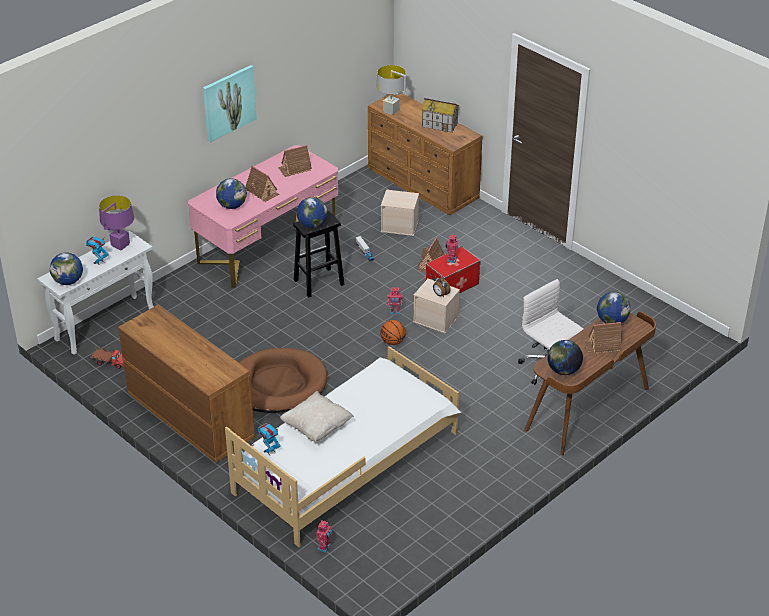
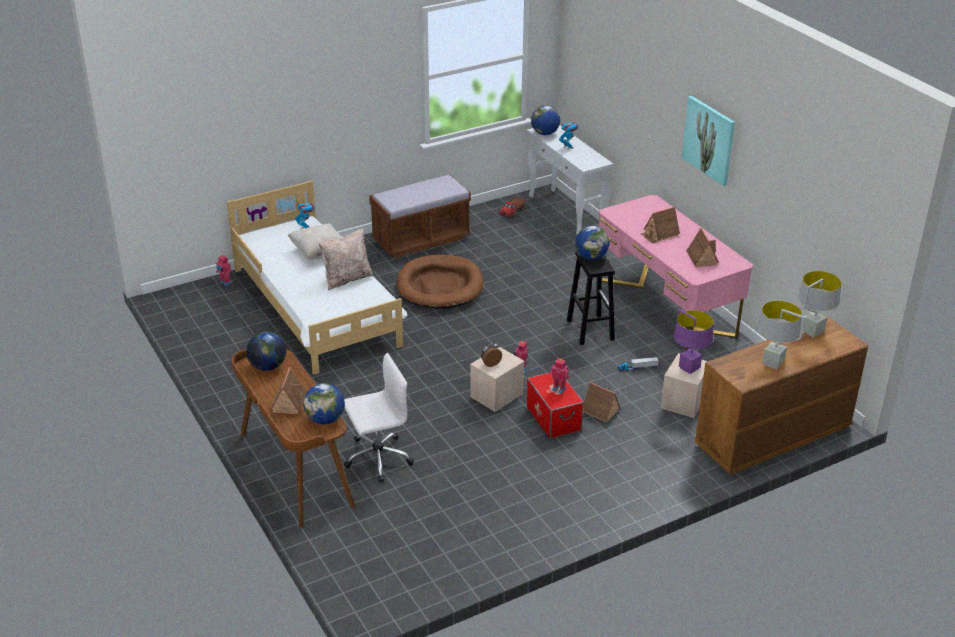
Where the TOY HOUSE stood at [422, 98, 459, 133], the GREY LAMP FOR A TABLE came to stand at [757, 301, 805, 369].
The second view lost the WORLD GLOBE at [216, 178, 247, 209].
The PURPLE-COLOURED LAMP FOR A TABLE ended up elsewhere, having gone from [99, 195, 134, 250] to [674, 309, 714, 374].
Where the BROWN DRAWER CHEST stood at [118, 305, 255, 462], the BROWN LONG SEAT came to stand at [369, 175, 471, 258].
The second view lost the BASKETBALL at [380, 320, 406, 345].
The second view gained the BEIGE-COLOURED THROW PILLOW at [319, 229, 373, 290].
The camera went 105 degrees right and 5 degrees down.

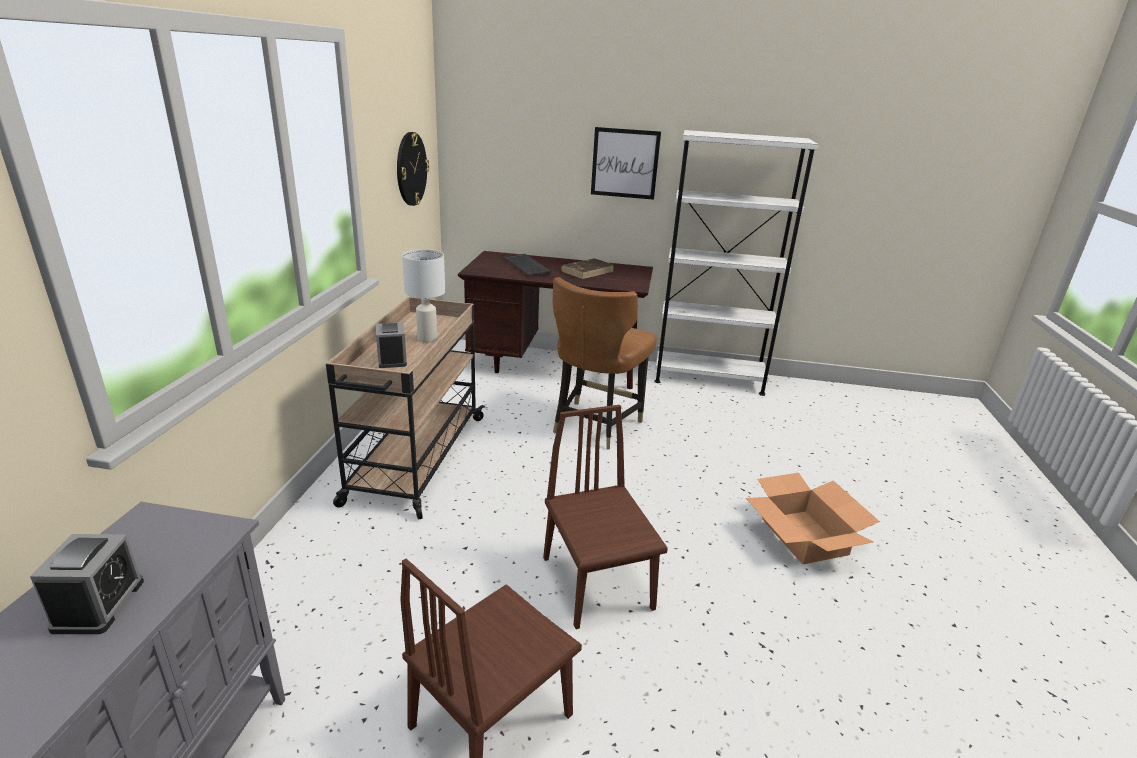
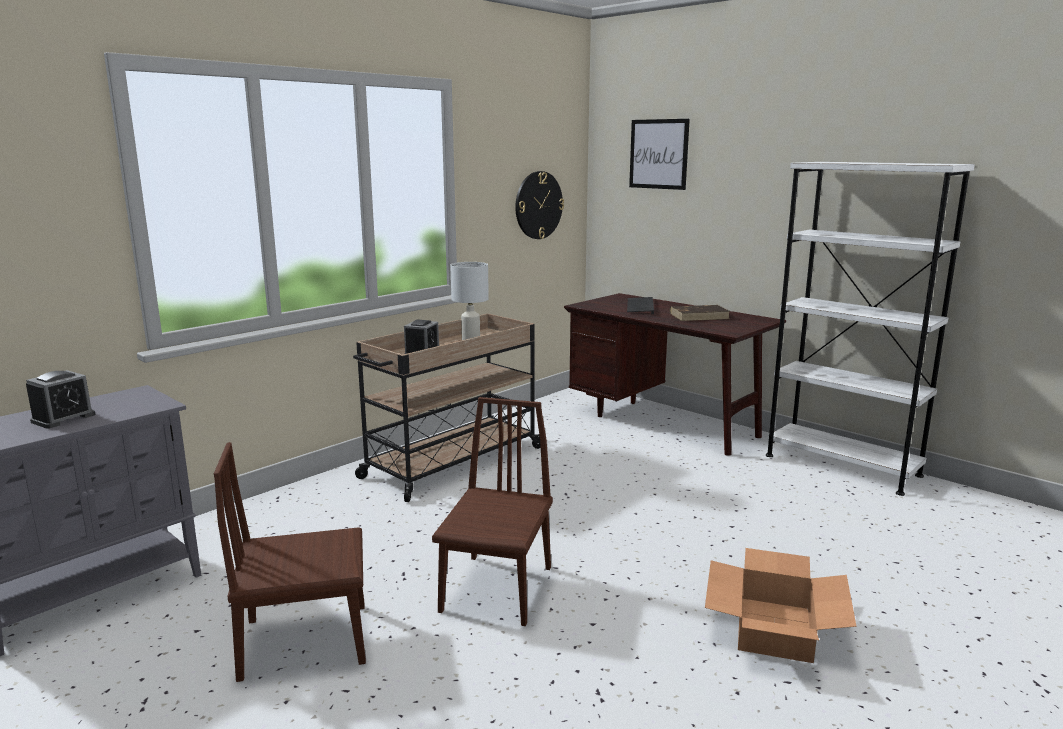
The WALL ART ended up elsewhere, having gone from [591, 127, 661, 200] to [629, 119, 690, 190].
The second view lost the BROWN UPRIGHT CHAIR at [552, 277, 657, 450].
The camera went 35 degrees right and 10 degrees down.

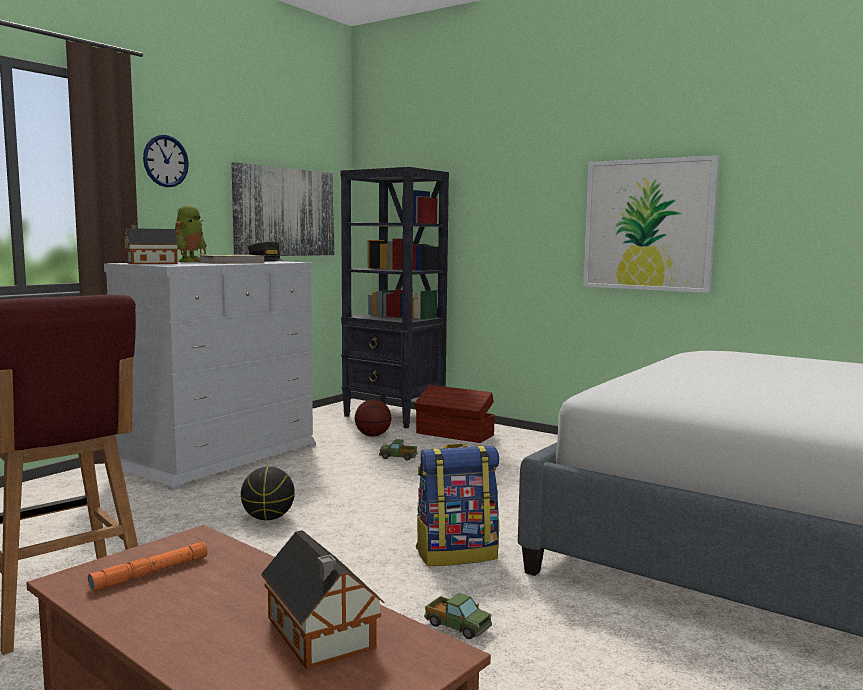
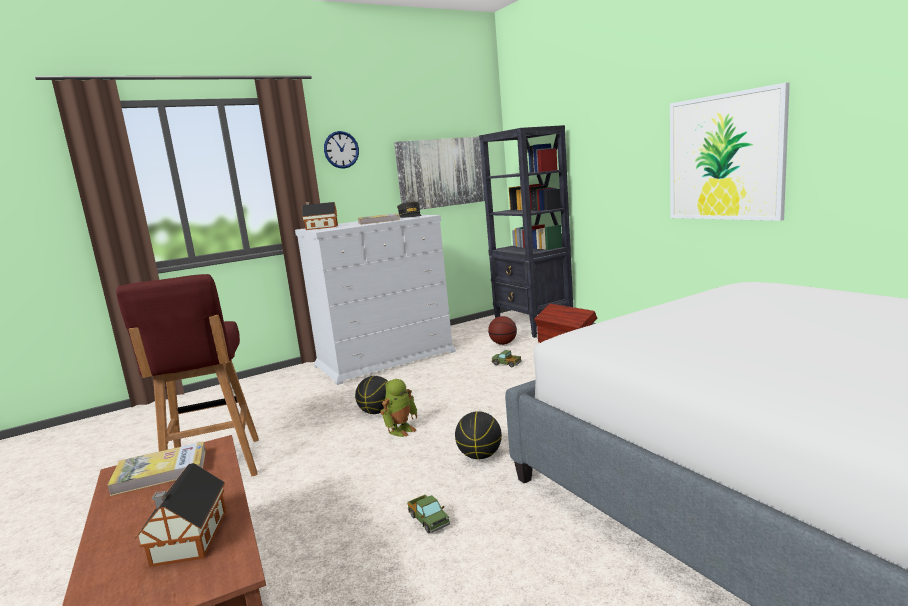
The TOY ROBOT ended up elsewhere, having gone from [175, 205, 207, 262] to [381, 379, 418, 437].
Where the RUCKSACK stood at [416, 444, 499, 566], the BASKETBALL came to stand at [455, 411, 502, 459].
Where the ORANGEY HAND TORCH stood at [88, 542, 207, 592], the BOUND BOOK came to stand at [107, 442, 206, 496].
The camera went 25 degrees right and 5 degrees up.

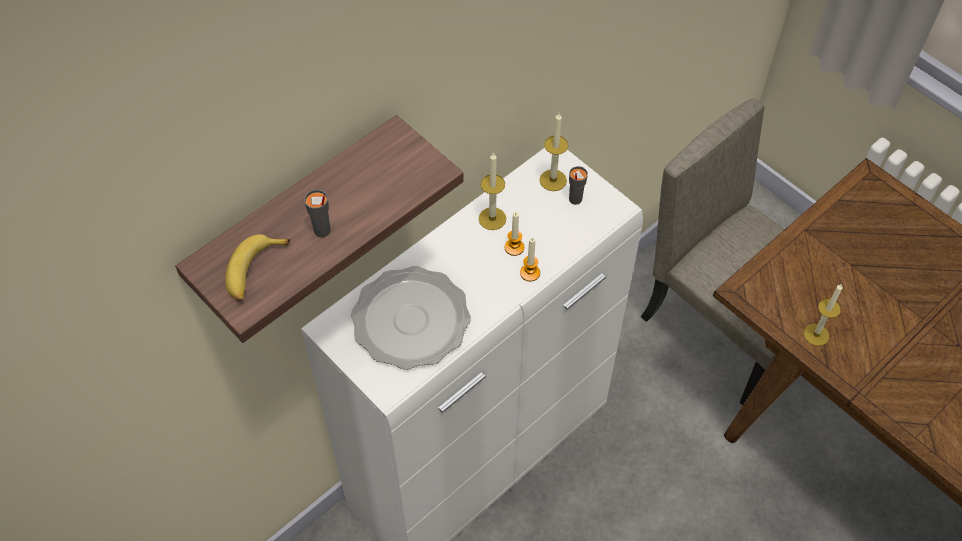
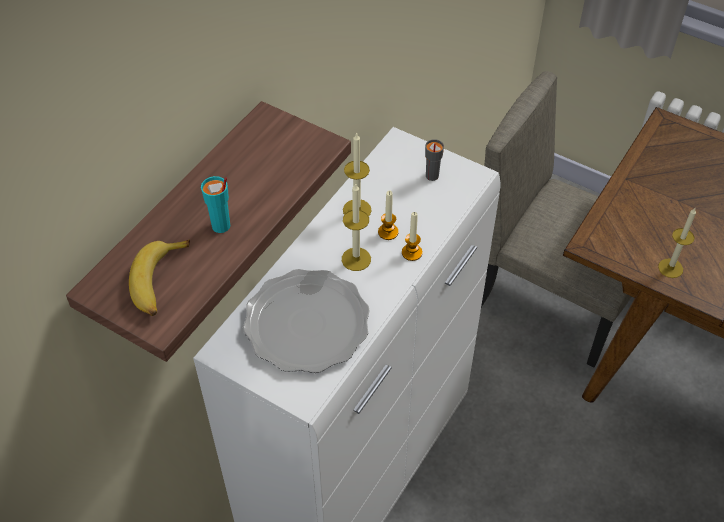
The CANDLE ended up elsewhere, having gone from [540, 113, 568, 191] to [342, 184, 371, 271].
What was the GREY CUP at [304, 189, 331, 237] turned into the TURQUOISE CUP at [201, 176, 230, 233].
The camera went 15 degrees left and 5 degrees down.

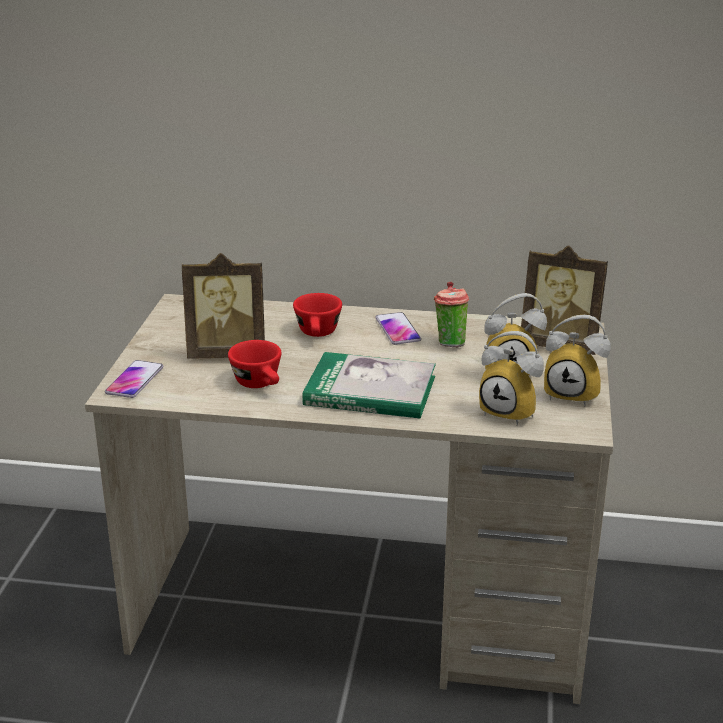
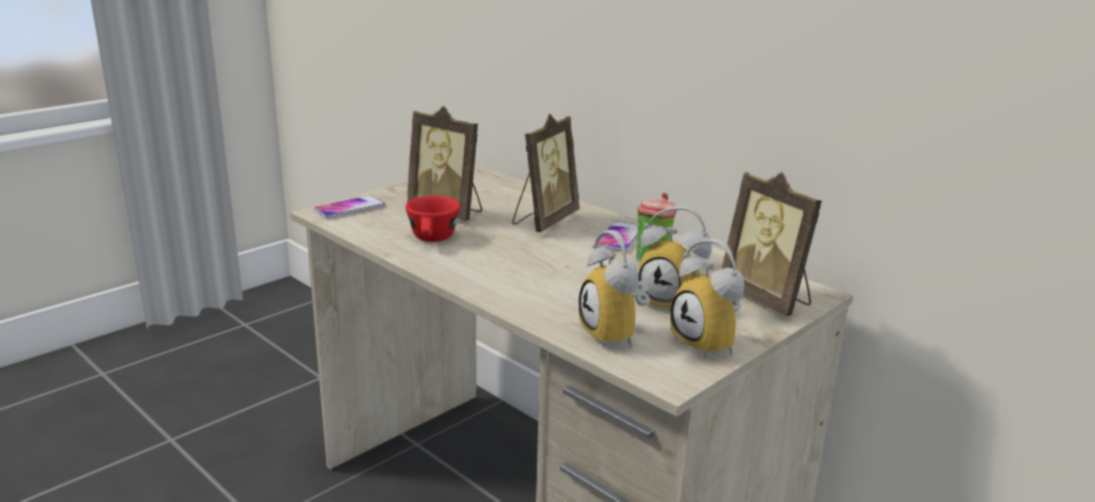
Where the RED-COLOURED CUP stood at [293, 293, 342, 337], the STANDING FRAME came to stand at [512, 113, 579, 232].
The second view lost the BOUND BOOK at [302, 352, 436, 419].
The camera went 35 degrees right and 5 degrees down.

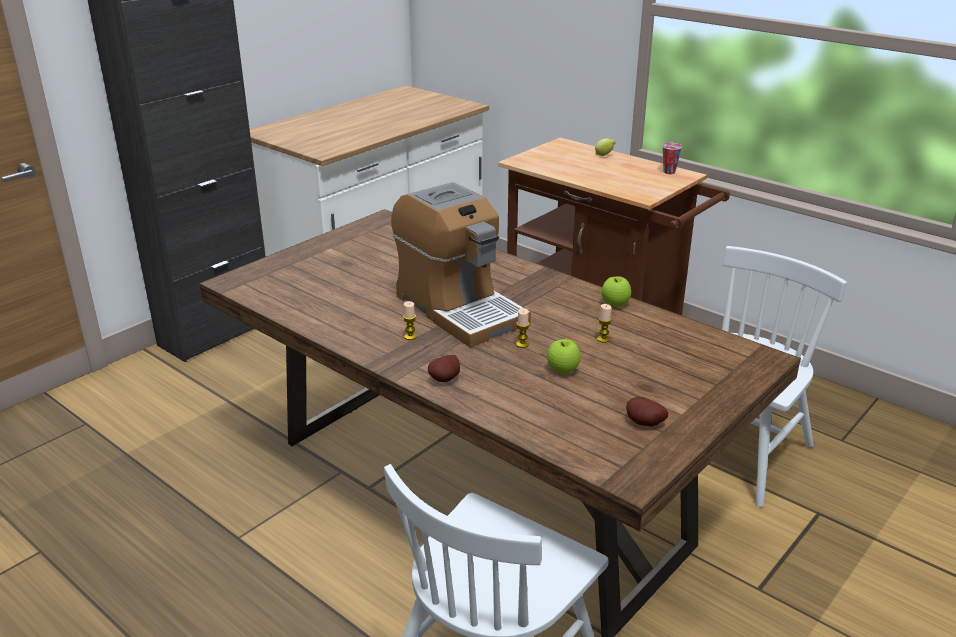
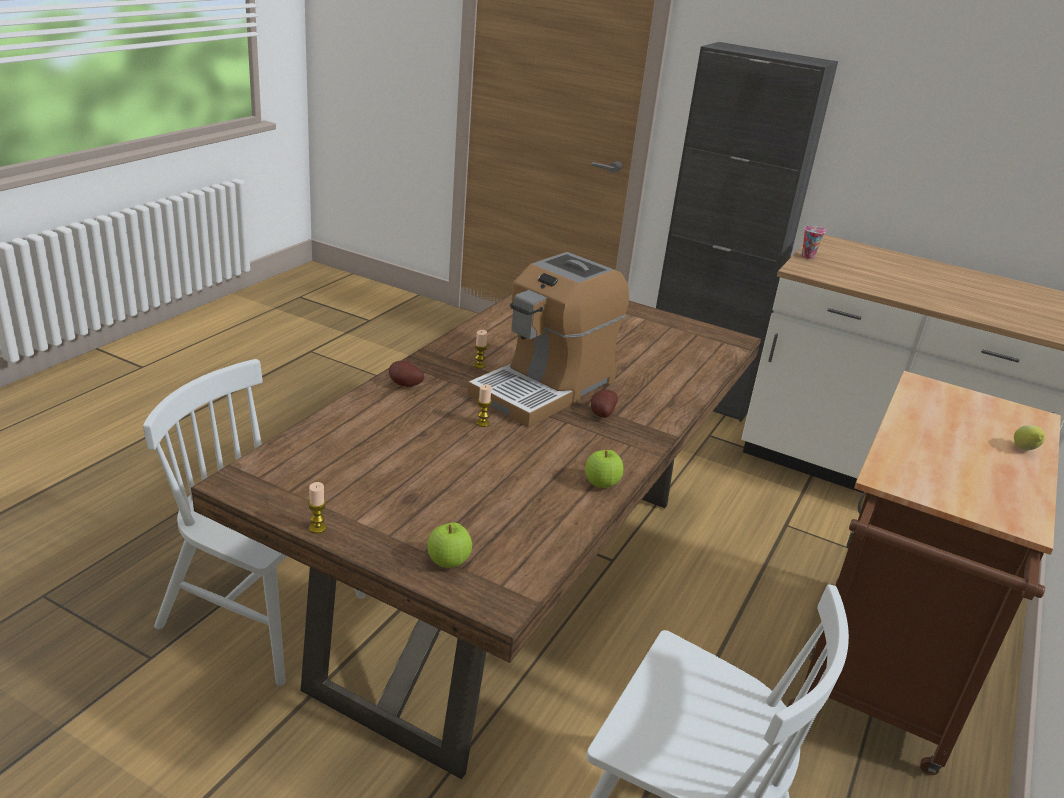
The CUP ended up elsewhere, having gone from [662, 142, 682, 174] to [802, 226, 826, 259].
The CANDLE ended up elsewhere, having gone from [597, 304, 612, 343] to [308, 482, 327, 534].
The APPLE ended up elsewhere, having gone from [547, 339, 581, 374] to [427, 523, 472, 568].
The SPUD ended up elsewhere, having gone from [626, 397, 668, 426] to [591, 390, 618, 418].
The camera went 75 degrees right and 0 degrees up.

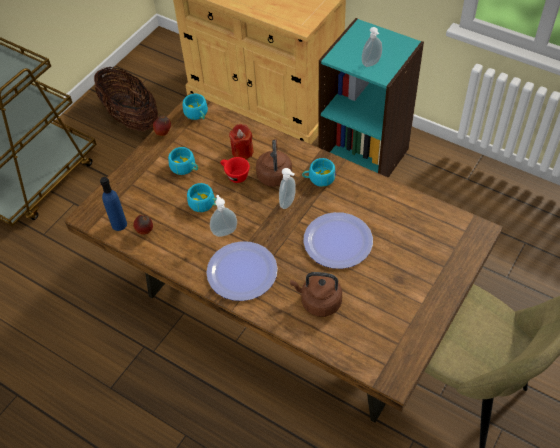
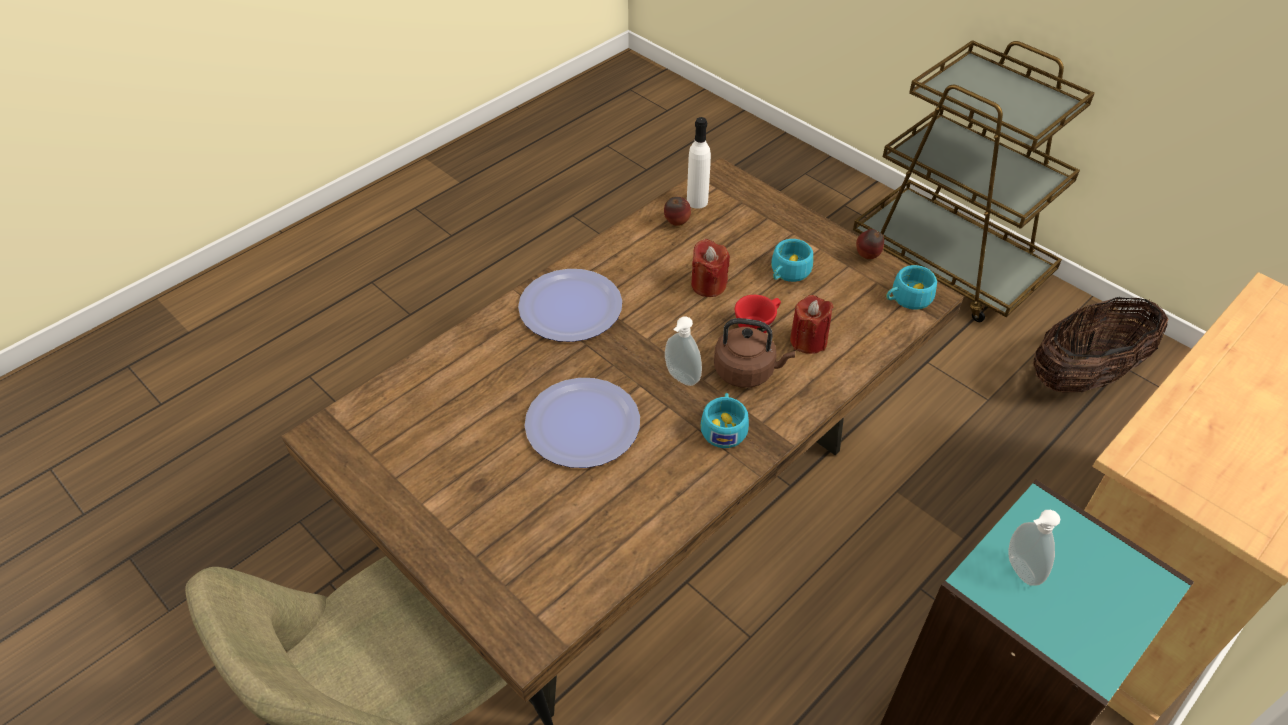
What was the BLUISH BOTTLE at [100, 177, 127, 231] turned into the WHITE BOTTLE at [687, 117, 711, 209].
Where the TURQUOISE CUP stood at [187, 183, 216, 212], the RED-COLOURED CANDLE came to stand at [691, 239, 730, 297].
The second view lost the SOAP BOTTLE at [210, 195, 237, 237].
The second view lost the BROWN TEA KETTLE at [290, 272, 342, 317].
The camera went 100 degrees right and 5 degrees down.

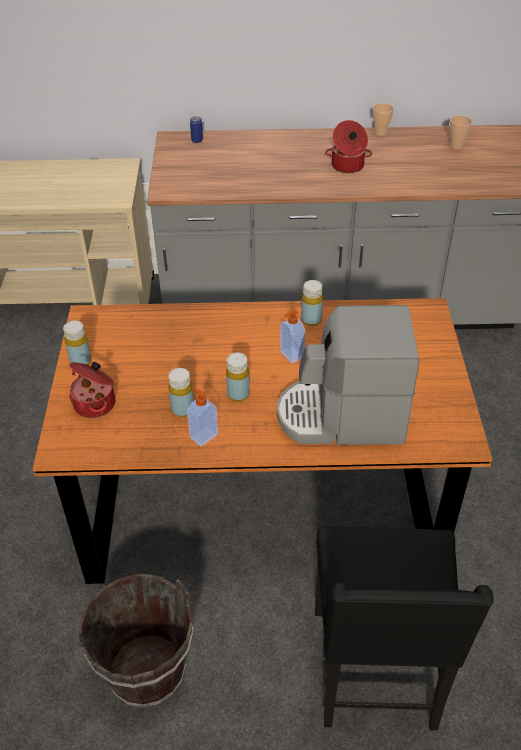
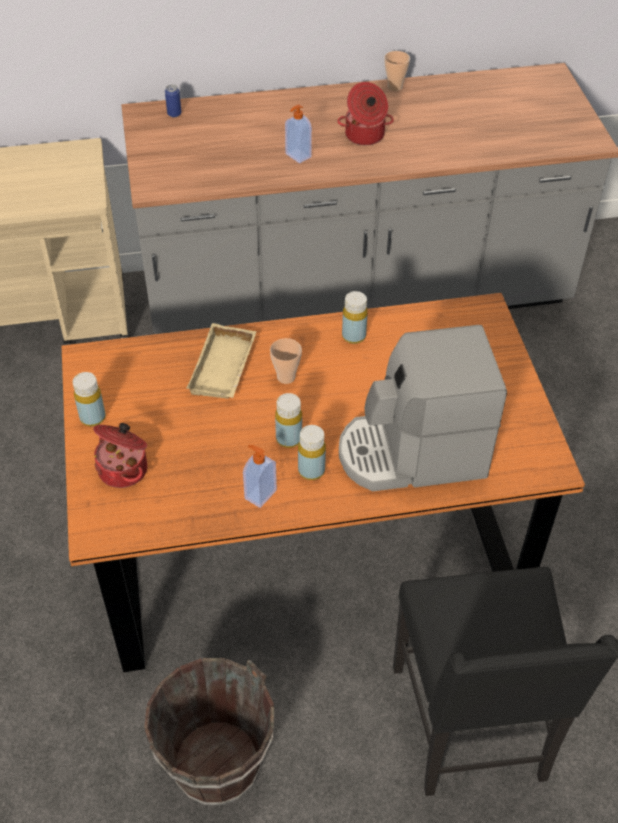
The CUP ended up elsewhere, having gone from [450, 115, 472, 149] to [270, 338, 302, 384].
The SOAP BOTTLE ended up elsewhere, having gone from [280, 310, 305, 363] to [285, 105, 312, 163].
The YELLOW BOTTLE ended up elsewhere, having gone from [169, 368, 194, 417] to [298, 425, 326, 480].
The second view gained the BEIGE-COLOURED CARRYING TRAY at [186, 323, 257, 399].
The camera went 10 degrees left and 5 degrees up.

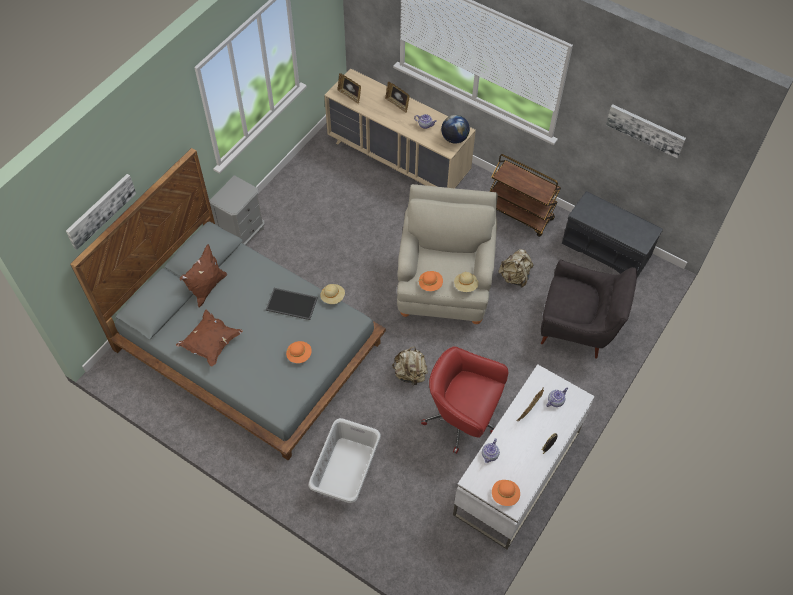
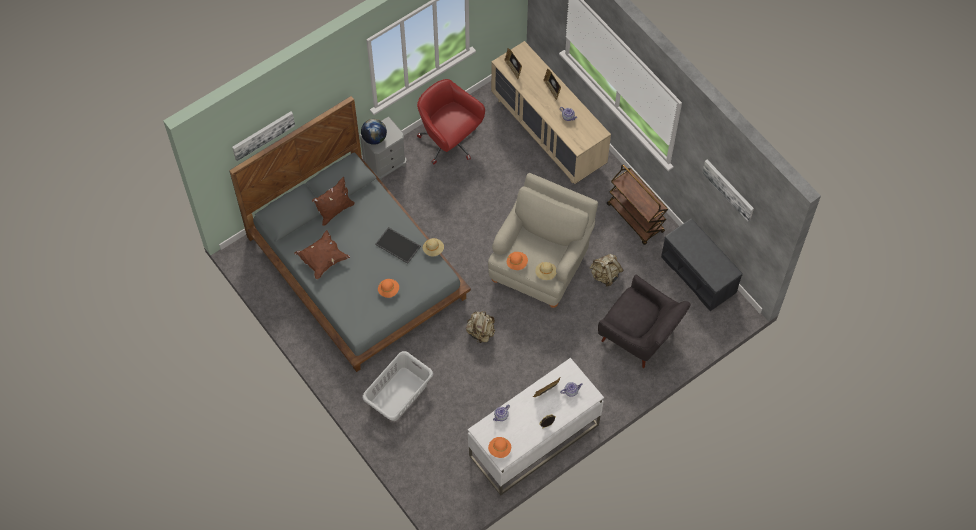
The WORLD GLOBE ended up elsewhere, having gone from [441, 115, 470, 144] to [361, 119, 387, 145].
The RED-COLOURED OFFICE CHAIR ended up elsewhere, having gone from [421, 346, 508, 454] to [417, 79, 485, 164].
The camera went 20 degrees right and 5 degrees up.

